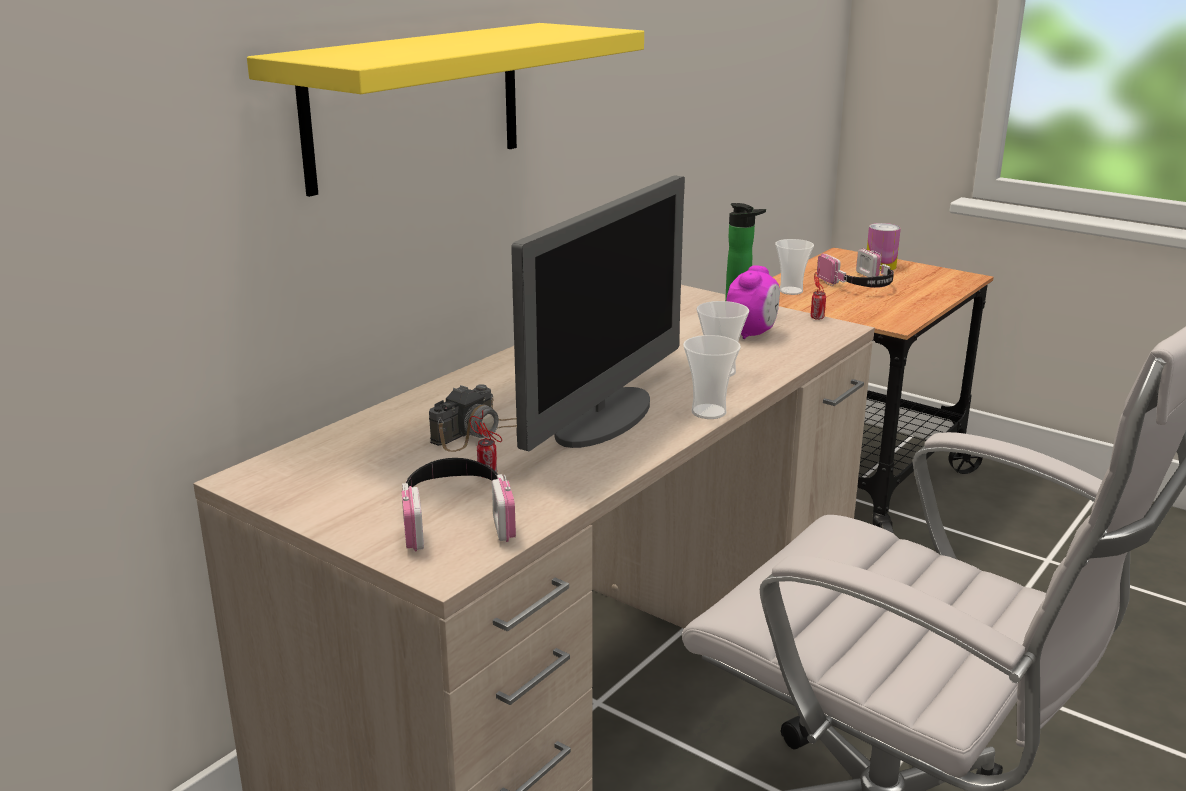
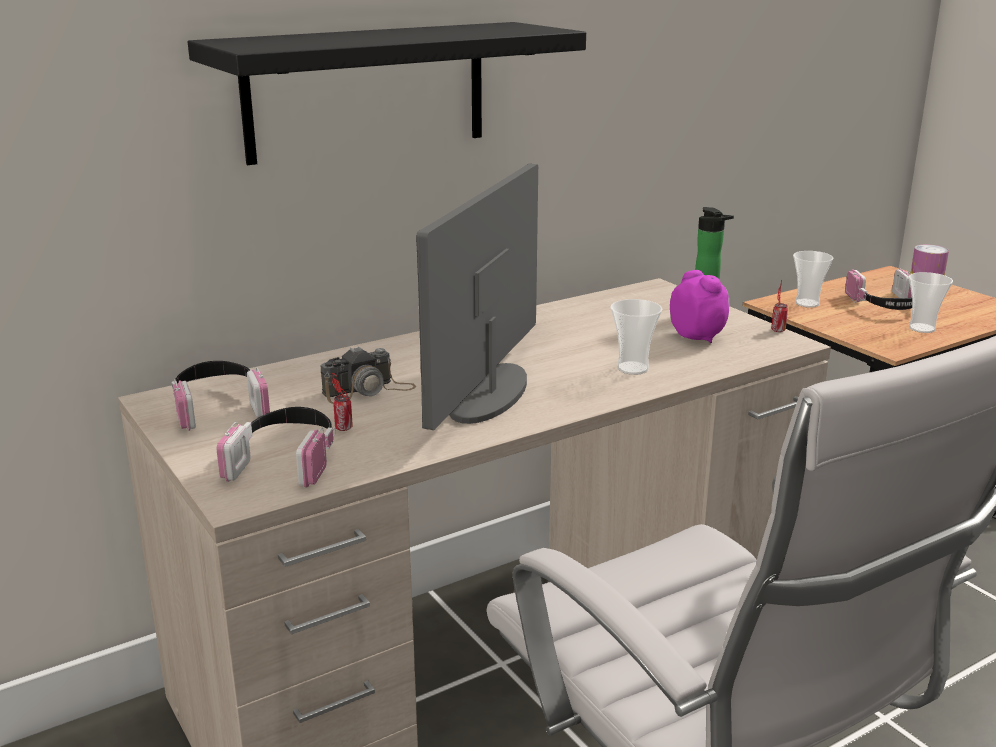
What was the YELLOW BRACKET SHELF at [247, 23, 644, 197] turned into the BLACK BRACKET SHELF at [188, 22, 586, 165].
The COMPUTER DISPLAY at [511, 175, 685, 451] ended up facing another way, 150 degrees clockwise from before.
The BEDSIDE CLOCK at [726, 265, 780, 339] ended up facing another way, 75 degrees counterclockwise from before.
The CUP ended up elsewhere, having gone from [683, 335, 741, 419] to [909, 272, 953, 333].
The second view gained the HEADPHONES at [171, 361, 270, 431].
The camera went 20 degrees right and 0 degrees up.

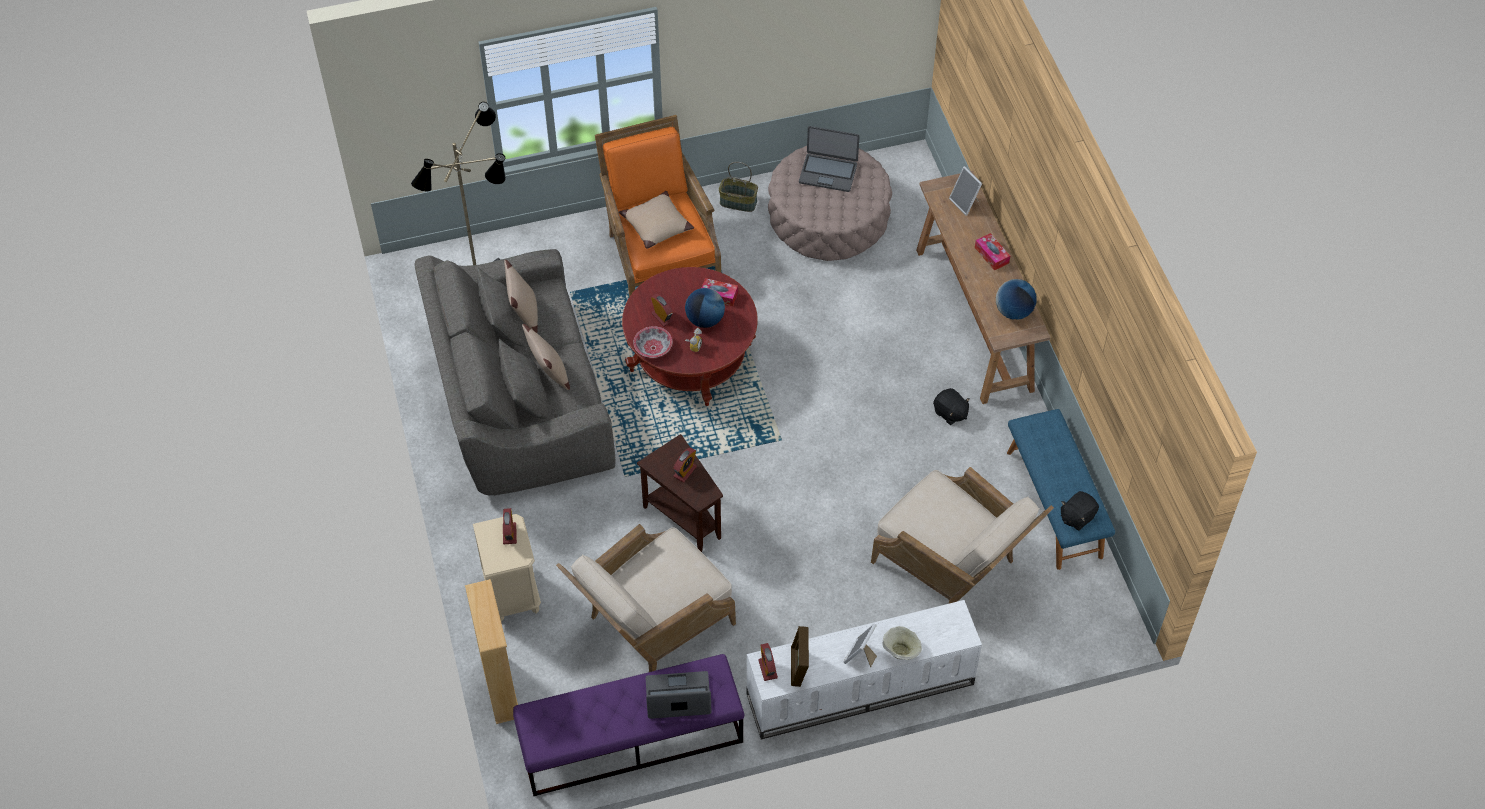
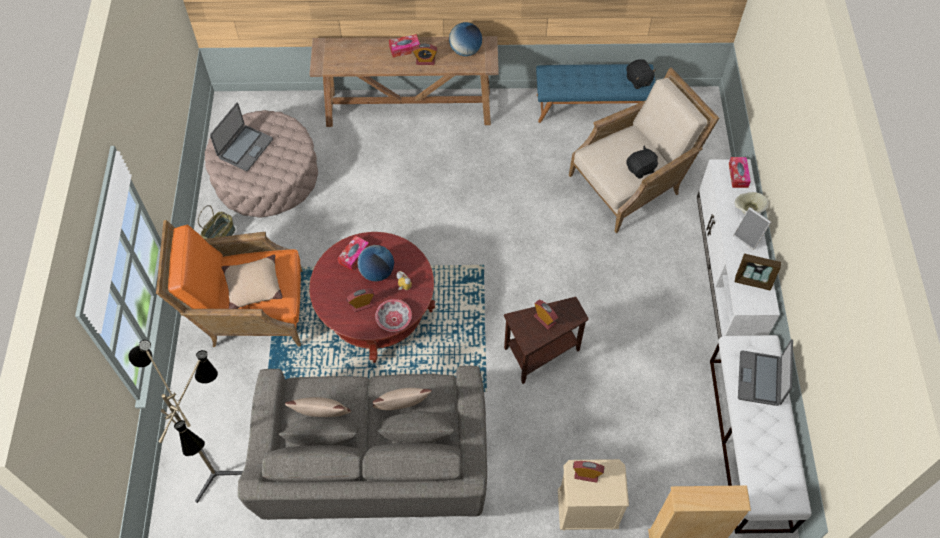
The second view lost the STANDING FRAME at [949, 166, 982, 215].
The BLACK CUDDLY TOY ended up elsewhere, having gone from [933, 388, 970, 425] to [626, 146, 658, 179].
The second view lost the BEIGE-COLOURED ARMCHAIR at [556, 524, 736, 672].
The BEDSIDE CLOCK ended up elsewhere, having gone from [758, 643, 778, 681] to [413, 43, 437, 65].
What was the PURPLE-COLOURED LONG SEAT at [513, 654, 744, 796] turned into the WHITE LONG SEAT at [710, 335, 812, 534].
The second view gained the BOX OF TISSUES at [729, 157, 751, 188].
The camera went 75 degrees left and 5 degrees up.

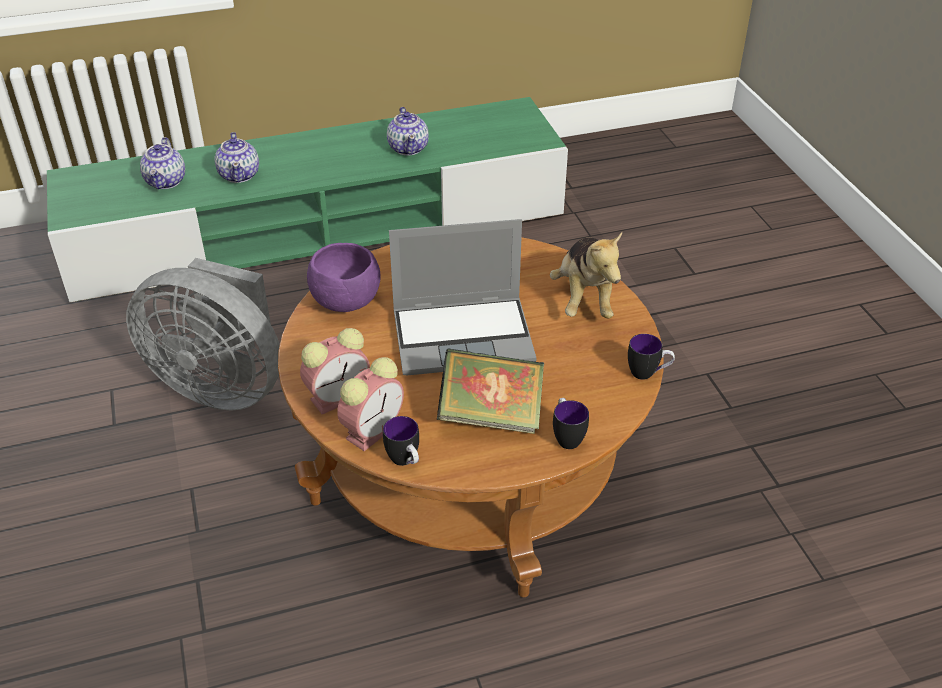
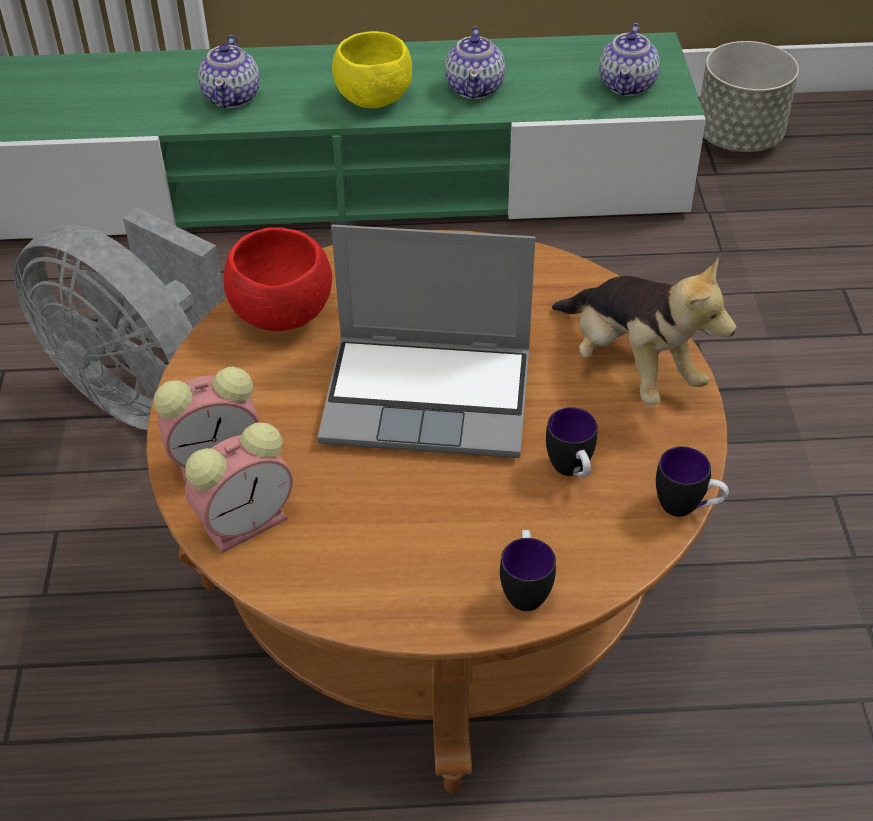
The TEA POT ended up elsewhere, having gone from [140, 137, 185, 189] to [599, 23, 660, 96].
The CUDDLY TOY at [550, 232, 622, 318] ended up facing another way, 45 degrees counterclockwise from before.
What was the PURPLE-COLOURED DEEP DISH at [307, 243, 381, 312] turned into the RED-COLOURED DEEP DISH at [224, 227, 332, 331].
The second view lost the BOUND BOOK at [437, 348, 544, 434].
The TEA MUG ended up elsewhere, having gone from [383, 416, 419, 466] to [546, 407, 598, 477].
The second view gained the YELLOW DEEP DISH at [332, 31, 412, 108].
The second view gained the GREY PLANTER at [700, 41, 799, 152].
The camera went 15 degrees right and 5 degrees up.

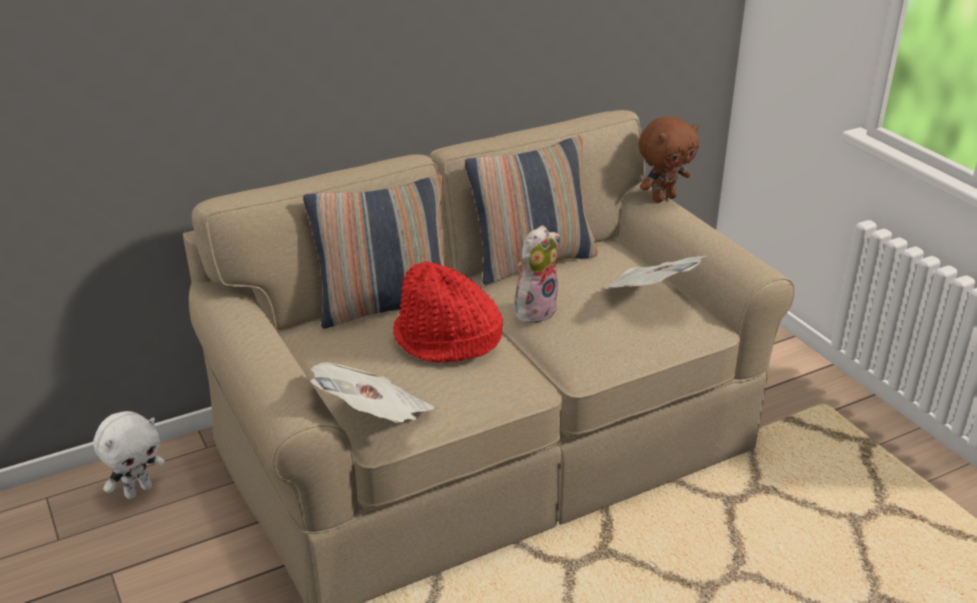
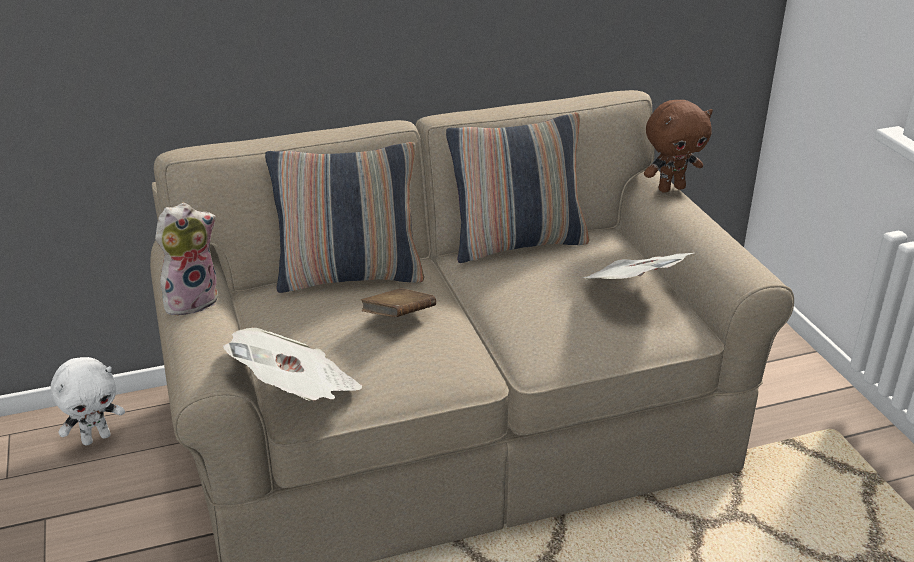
The CUDDLY TOY ended up elsewhere, having gone from [515, 225, 560, 324] to [155, 202, 218, 315].
Where the RED-COLOURED CLOTHING HAT stood at [393, 261, 503, 363], the BROWN BOUND BOOK came to stand at [361, 288, 436, 317].
The camera went 10 degrees right and 0 degrees up.

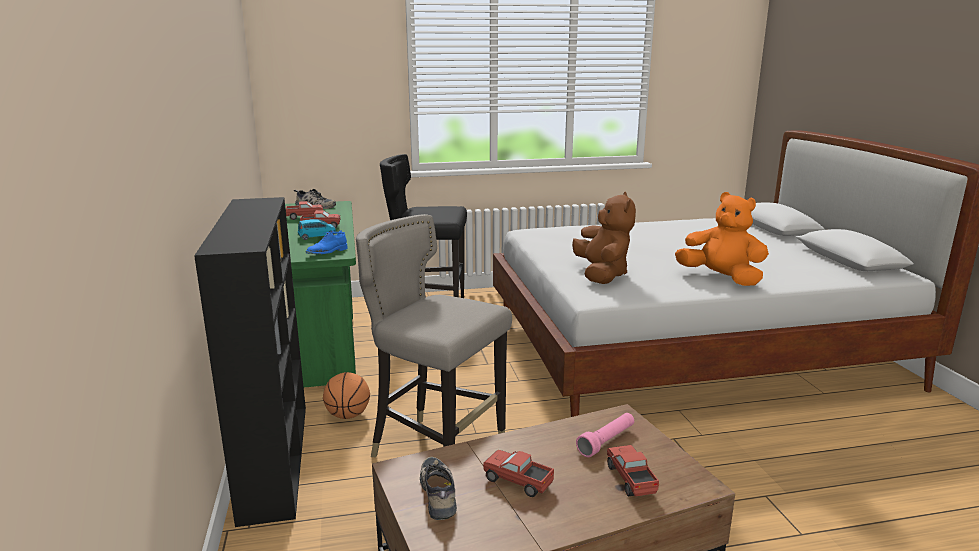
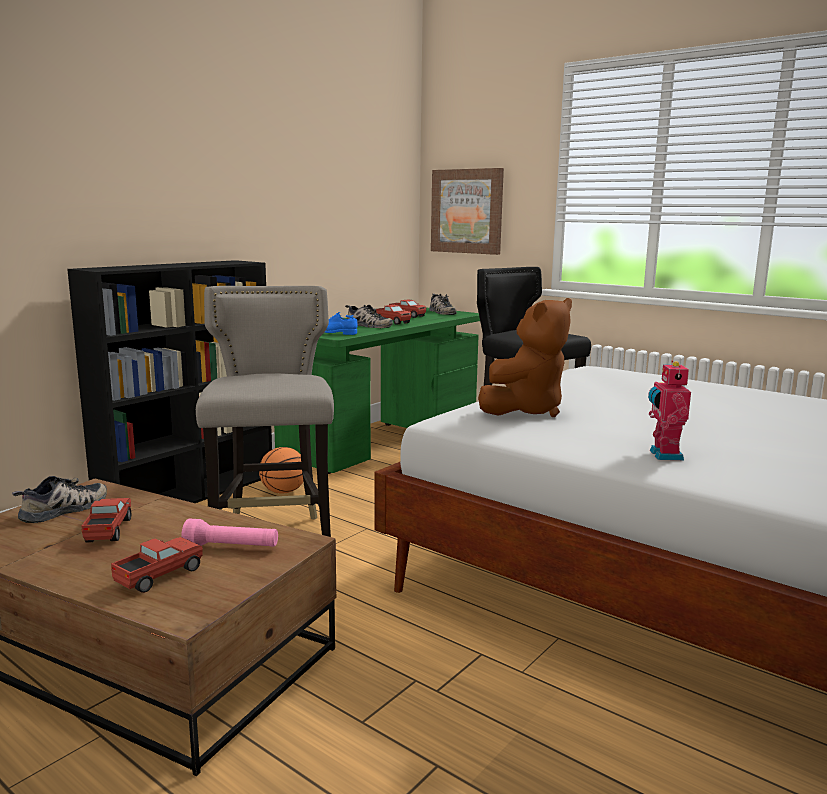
Where the ORANGEY CUDDLY TOY stood at [675, 192, 769, 286], the TOY ROBOT came to stand at [648, 361, 691, 460].
Where the BLUISH MINIATURE CAR stood at [298, 219, 336, 240], the ITEM OF FOOTWEAR came to stand at [345, 305, 393, 328].
The second view gained the WALL ART at [431, 168, 504, 255].
The camera went 50 degrees right and 5 degrees down.

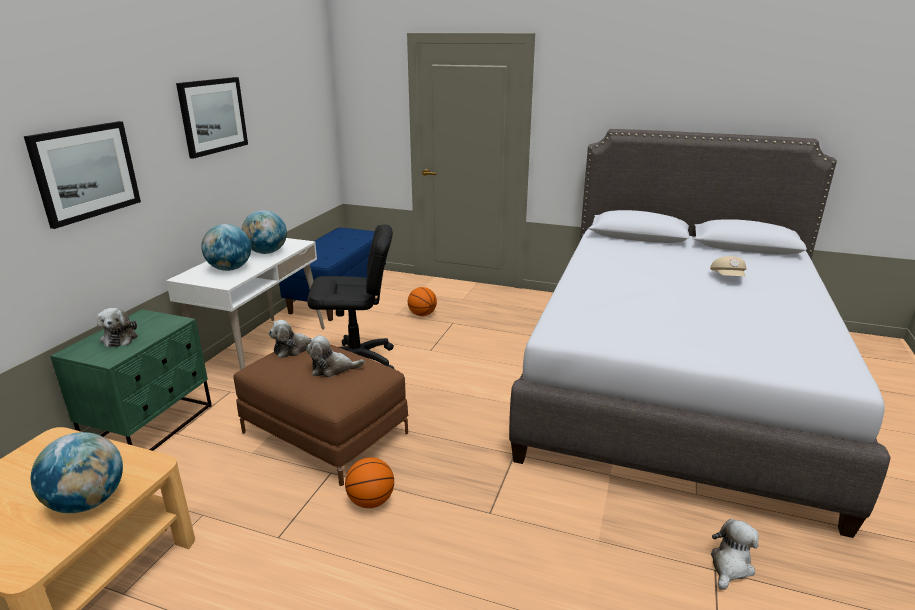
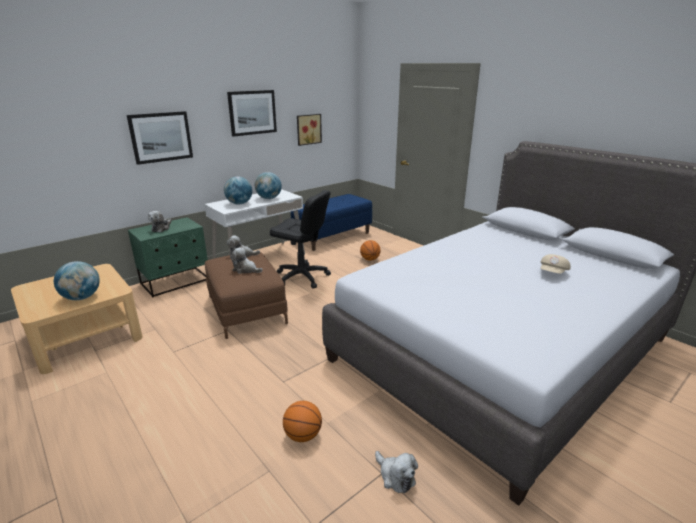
The BASKETBALL ended up elsewhere, having gone from [345, 457, 394, 508] to [283, 401, 322, 442].
The CUDDLY TOY at [711, 519, 759, 590] ended up facing another way, 75 degrees clockwise from before.
The second view gained the WALL ART at [297, 114, 322, 146].
The camera went 30 degrees right and 0 degrees up.

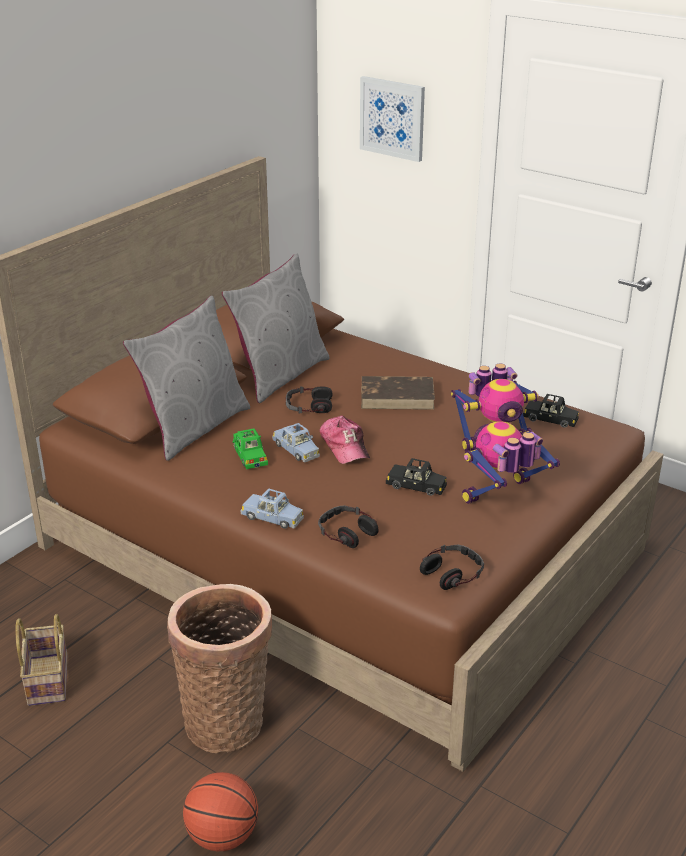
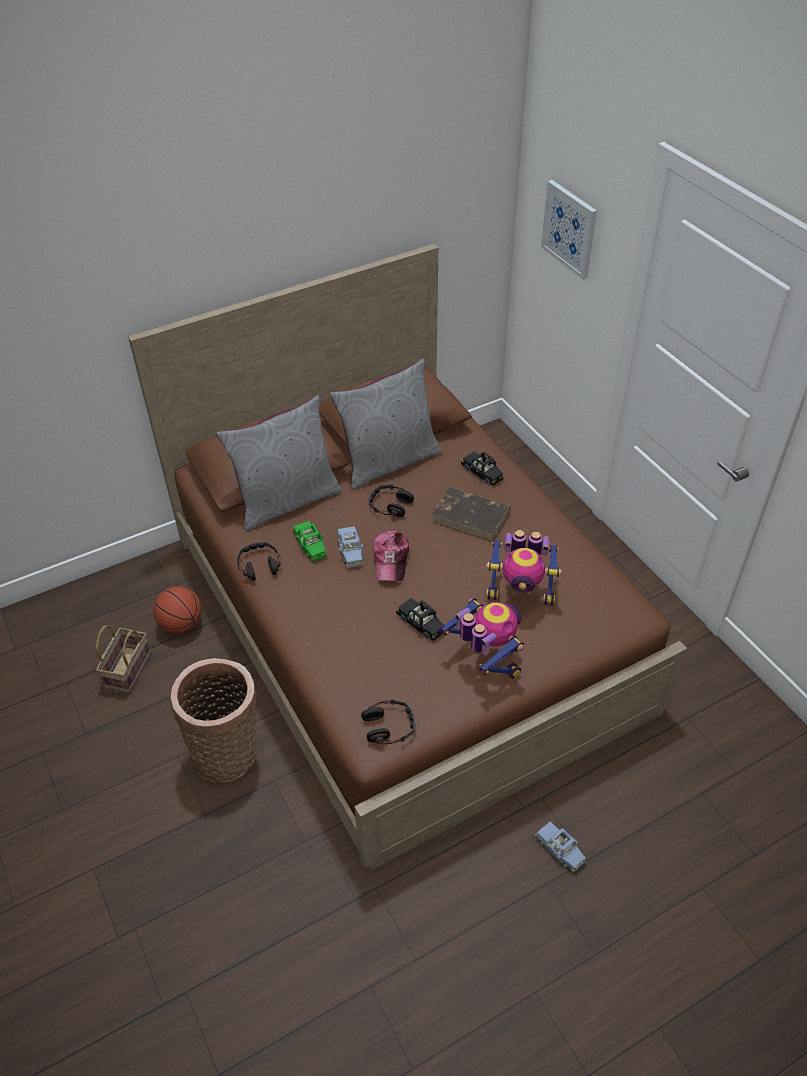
The BLACK MINIATURE CAR ended up elsewhere, having gone from [523, 394, 579, 428] to [461, 452, 504, 486].
The TOY ROBOT at [462, 421, 560, 504] ended up facing another way, 60 degrees clockwise from before.
The GREEN MINIATURE CAR at [233, 429, 268, 469] ended up facing another way, 150 degrees clockwise from before.
The BLUISH MINIATURE CAR ended up elsewhere, having gone from [240, 488, 304, 529] to [535, 822, 586, 873].
The HEADPHONES ended up elsewhere, having gone from [318, 505, 379, 548] to [237, 542, 281, 581].
The BASKETBALL ended up elsewhere, having gone from [183, 772, 258, 851] to [153, 586, 202, 634].
The camera went 25 degrees right and 15 degrees up.

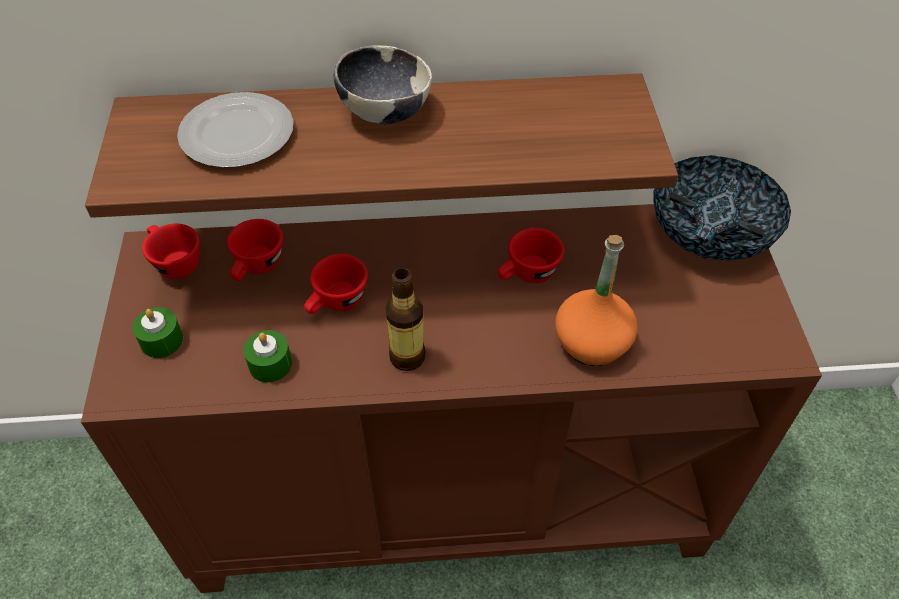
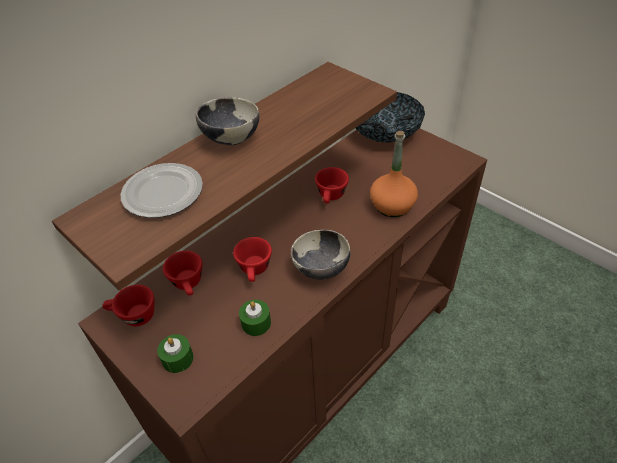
Where the BOTTLE stood at [385, 268, 426, 371], the DEEP DISH came to stand at [291, 230, 350, 280].
The camera went 40 degrees left and 5 degrees down.

